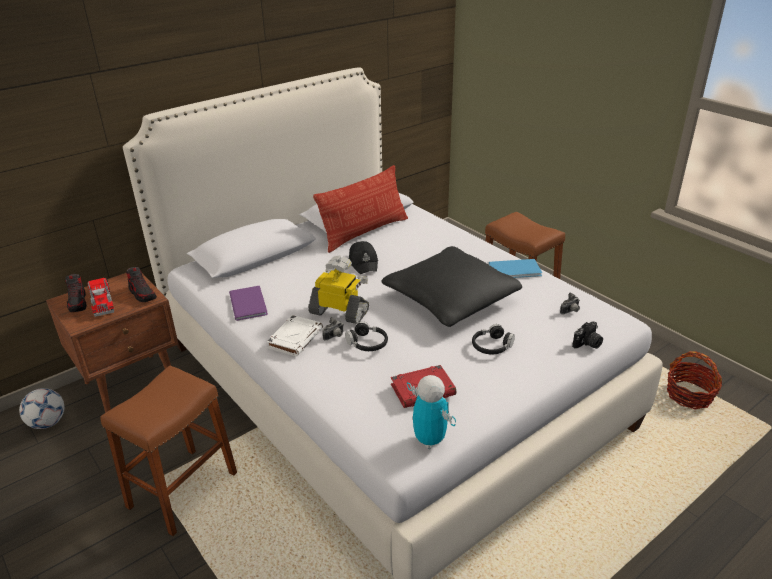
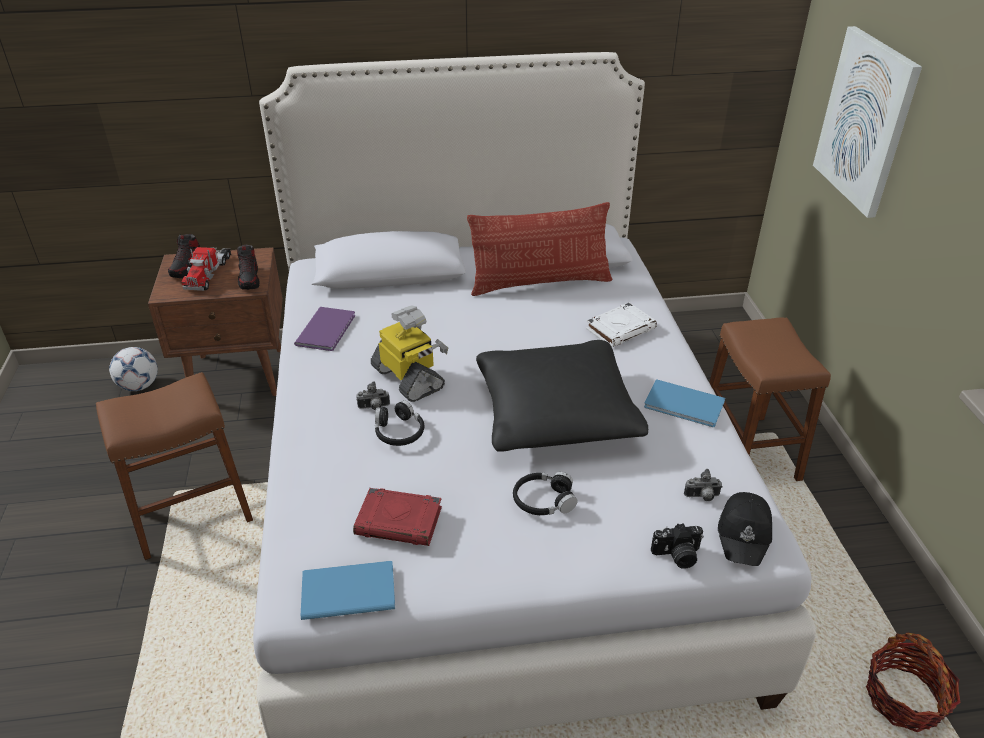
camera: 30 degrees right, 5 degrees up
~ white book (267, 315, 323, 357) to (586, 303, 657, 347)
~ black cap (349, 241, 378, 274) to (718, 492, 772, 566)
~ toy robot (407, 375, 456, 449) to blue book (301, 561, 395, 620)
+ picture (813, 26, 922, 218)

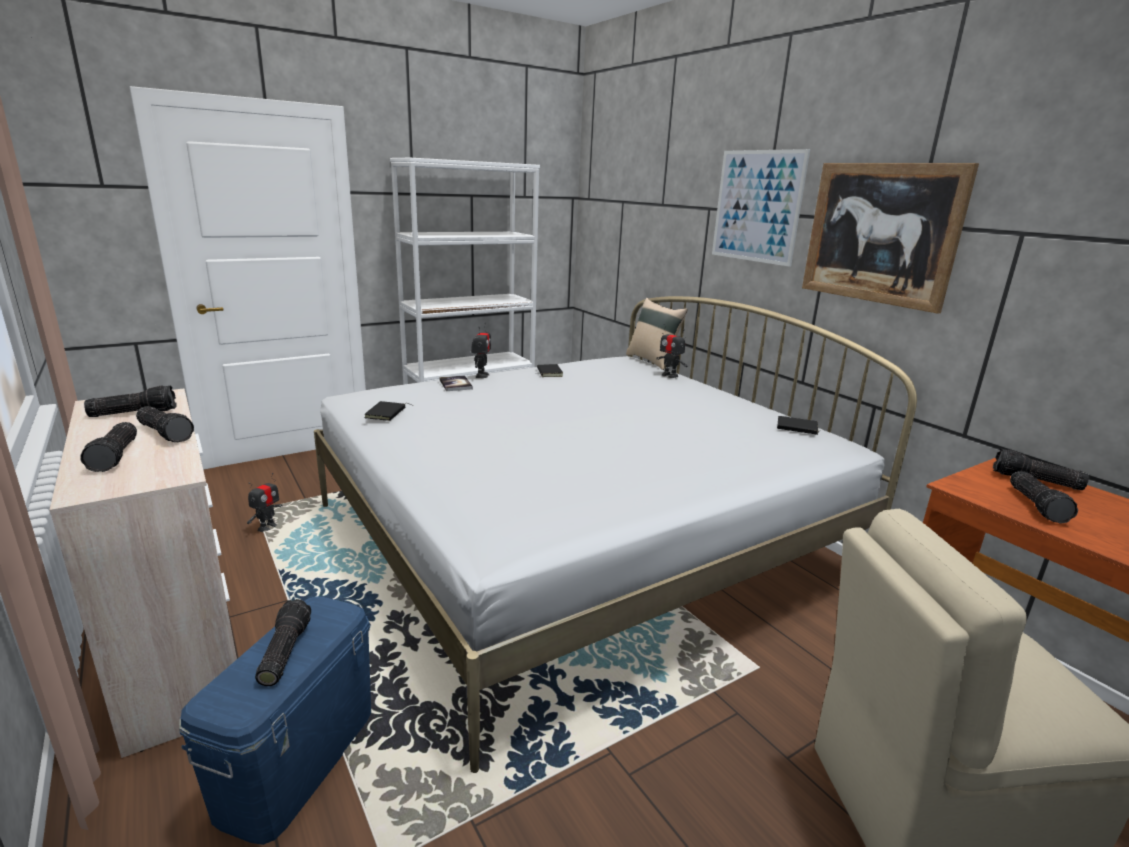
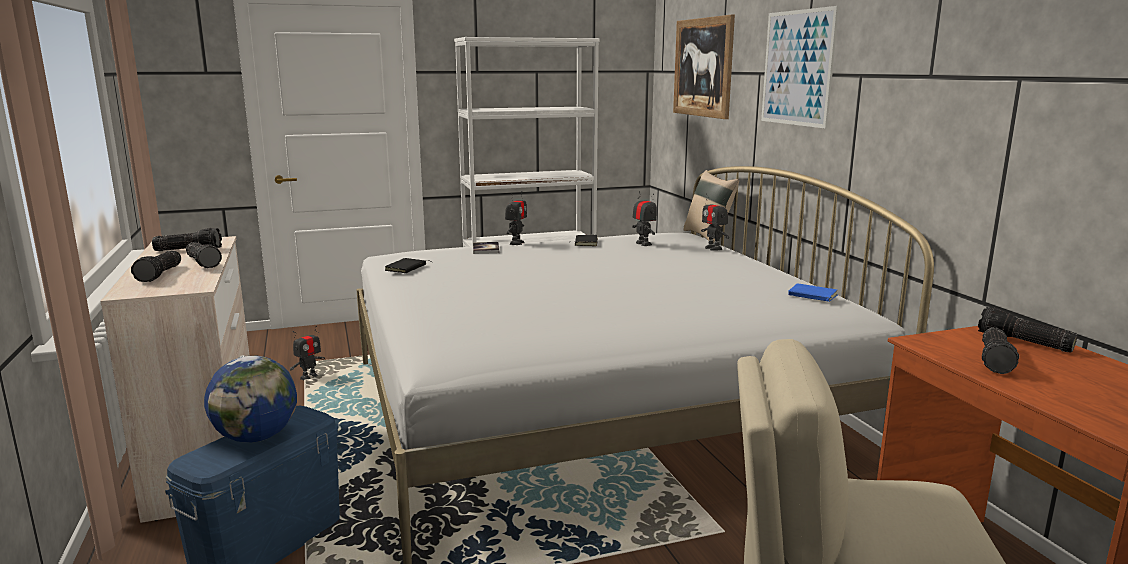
camera: 15 degrees right, 5 degrees down
~ flashlight (255, 599, 311, 686) to globe (204, 356, 297, 443)
~ black book (777, 416, 820, 435) to blue book (788, 284, 838, 302)
~ picture (802, 163, 979, 314) to (673, 15, 735, 119)
+ toy robot (632, 191, 657, 246)

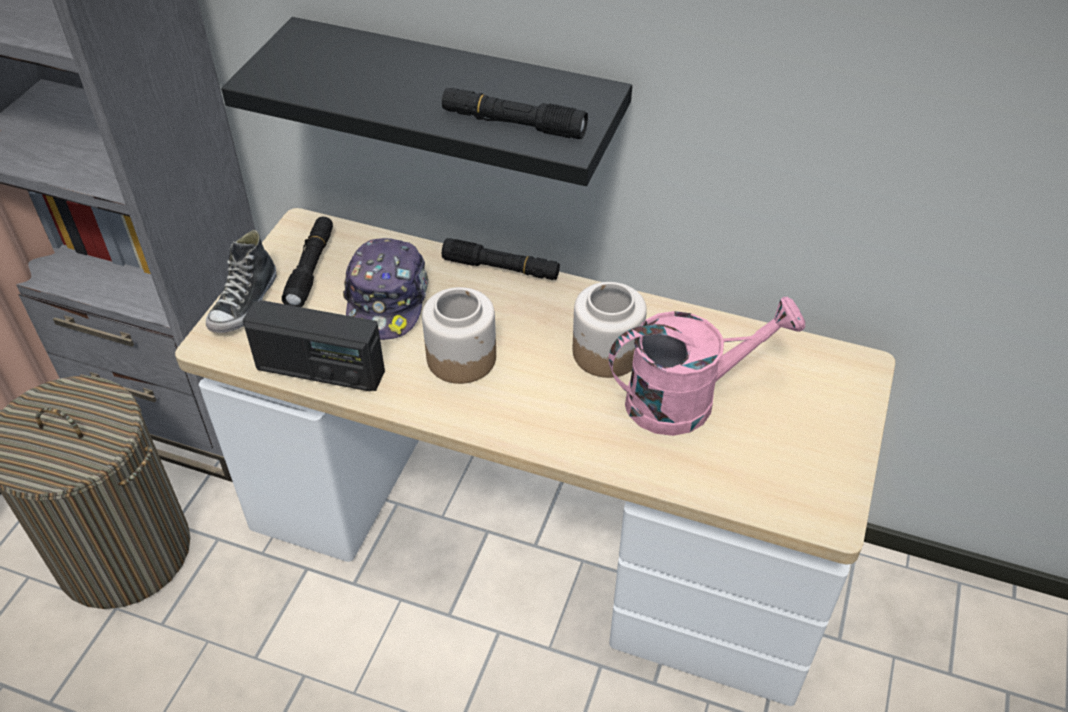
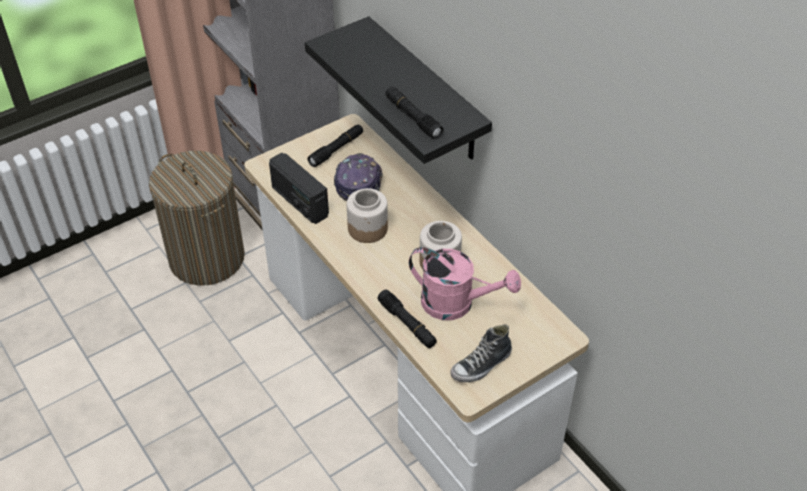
camera: 35 degrees right, 0 degrees up
~ shoe (206, 230, 276, 333) to (450, 324, 512, 382)
~ cap (343, 238, 428, 340) = (334, 153, 383, 201) 150 degrees clockwise
~ black flashlight (442, 238, 560, 280) to (378, 289, 437, 348)

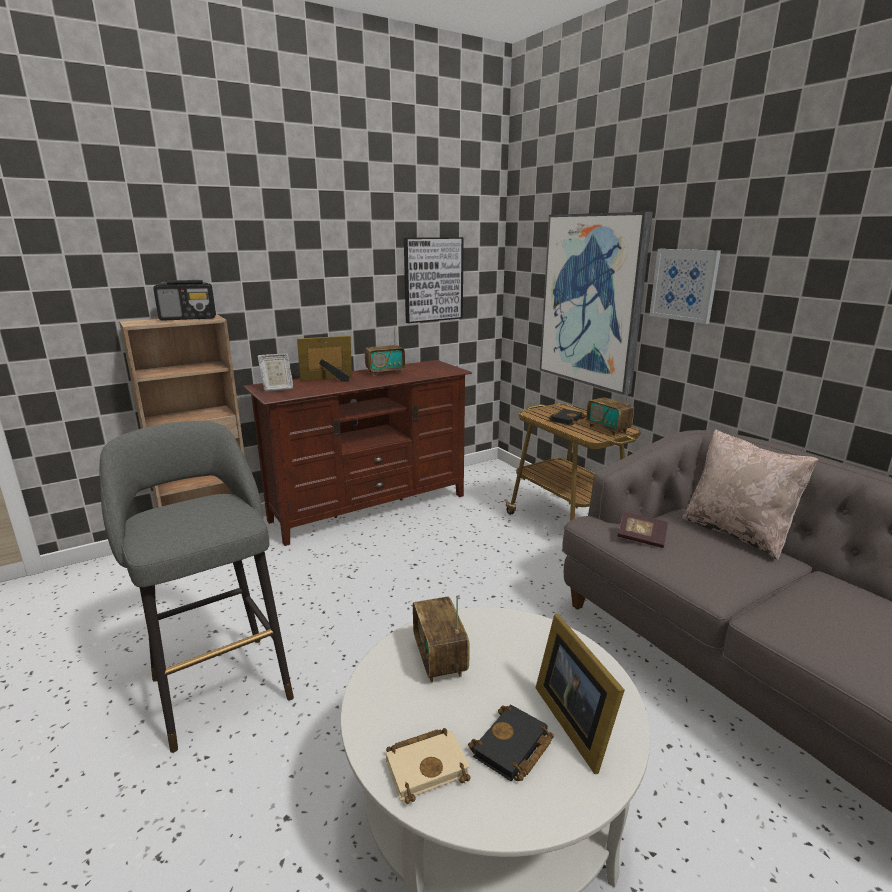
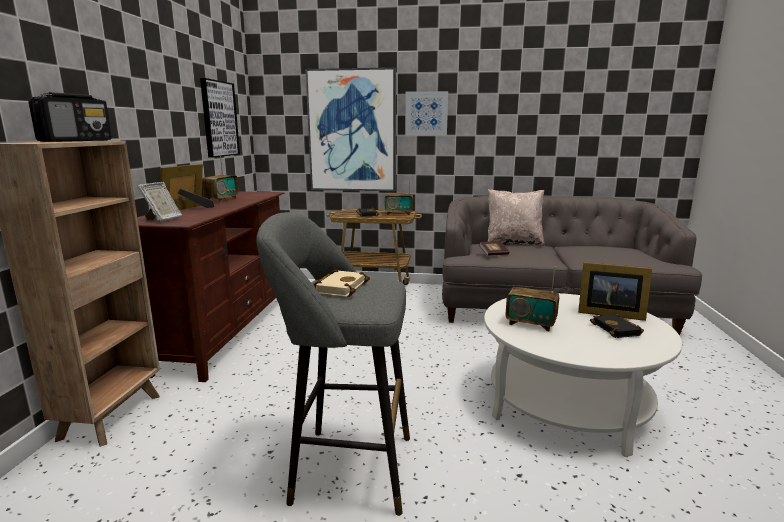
camera: 50 degrees left, 5 degrees down
~ beige book (386, 728, 470, 804) to (313, 269, 370, 297)

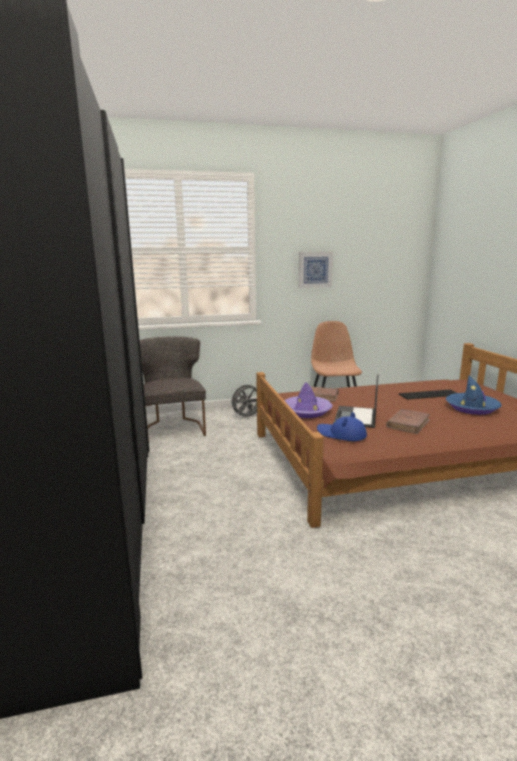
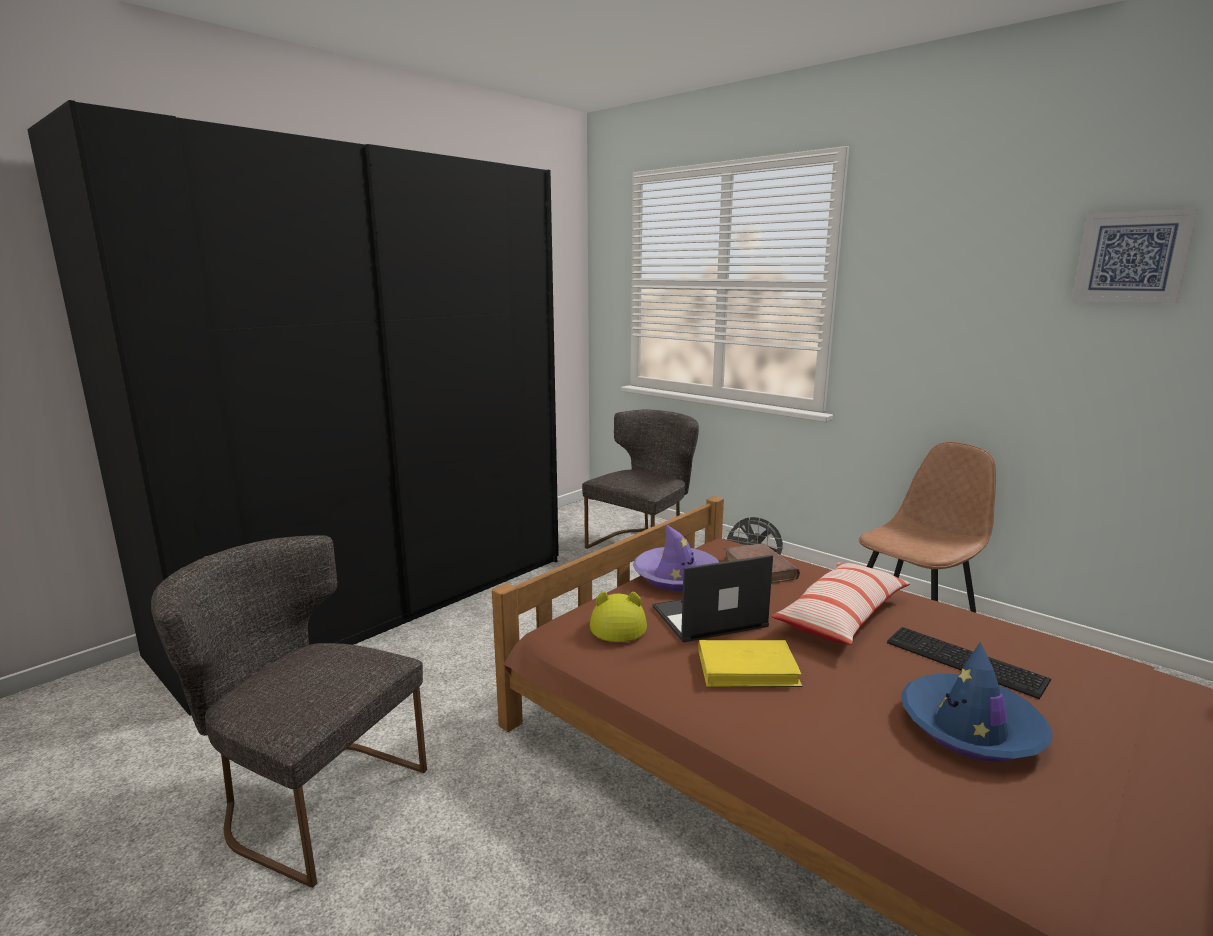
camera: 55 degrees right, 0 degrees up
~ picture (299, 252, 333, 288) to (1072, 208, 1198, 303)
~ blue hat (317, 412, 367, 441) to yellow hat (590, 591, 647, 642)
~ brown book (386, 409, 430, 434) to yellow book (699, 640, 803, 687)
+ grey chair (151, 535, 427, 888)
+ pillow (771, 562, 911, 645)

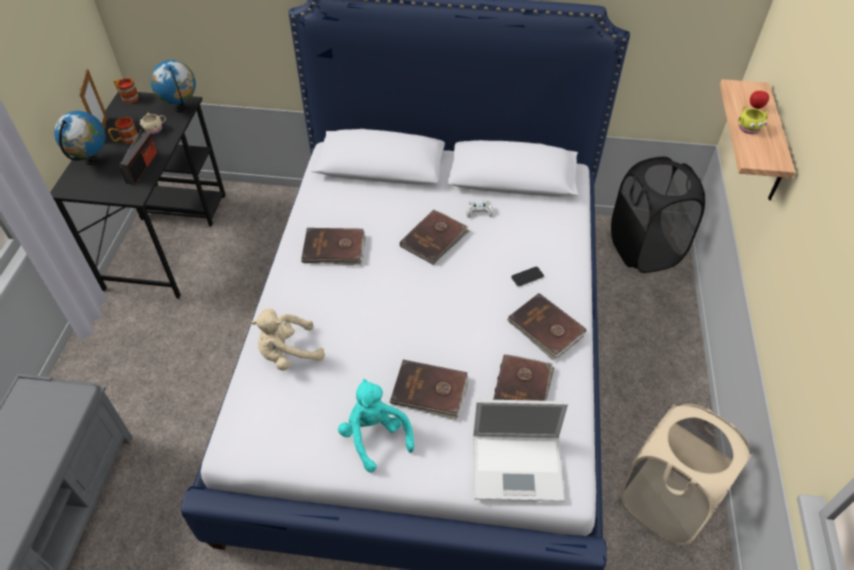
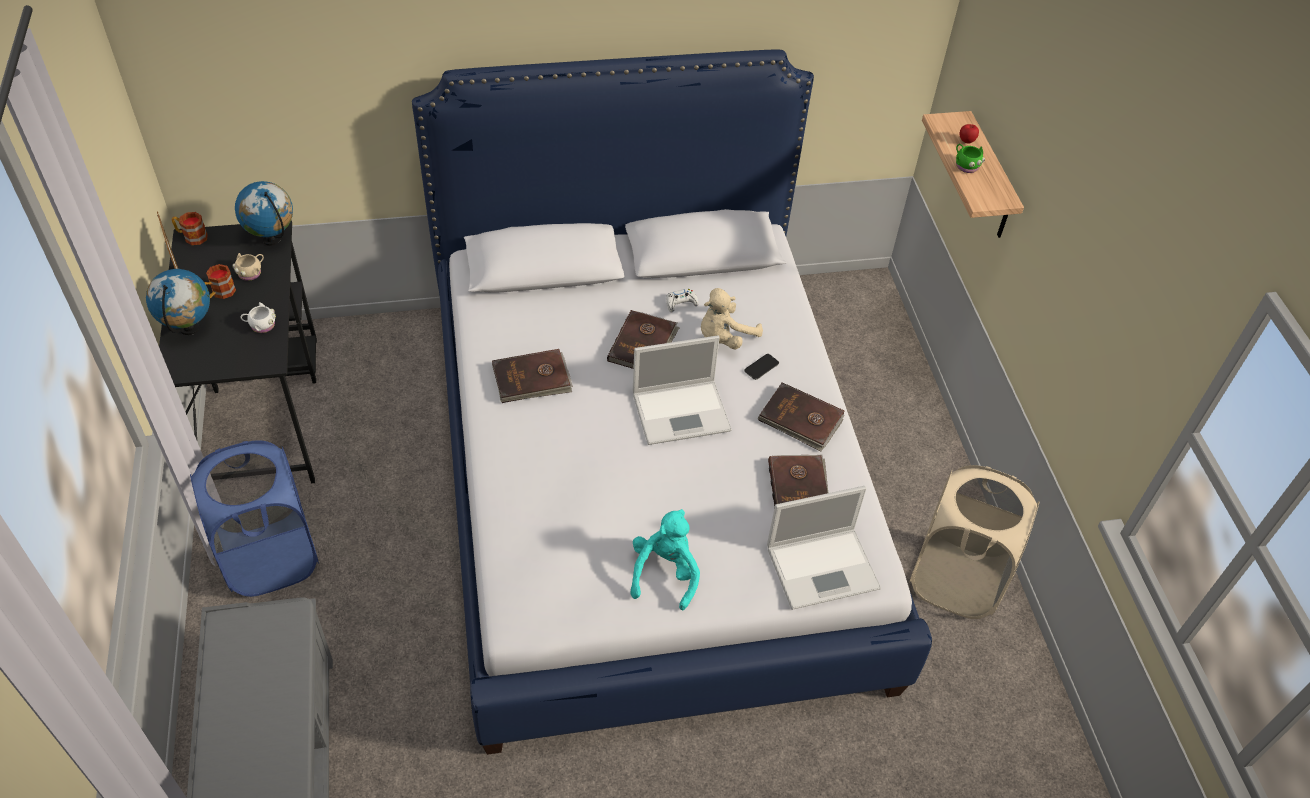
camera: 20 degrees left, 0 degrees up
~ radio (119, 129, 158, 185) to white mug (241, 302, 276, 333)
~ beige plush toy (251, 309, 325, 371) to (701, 288, 763, 350)
~ turquoise plush toy (338, 379, 414, 472) = (631, 509, 700, 610) 60 degrees clockwise
- brown book (389, 360, 469, 420)
- black laundry basket (611, 157, 705, 273)
~ yellow mug (738, 106, 768, 134) to green mug (956, 144, 985, 173)
+ blue laundry basket (190, 440, 319, 597)
+ laptop (633, 335, 732, 445)

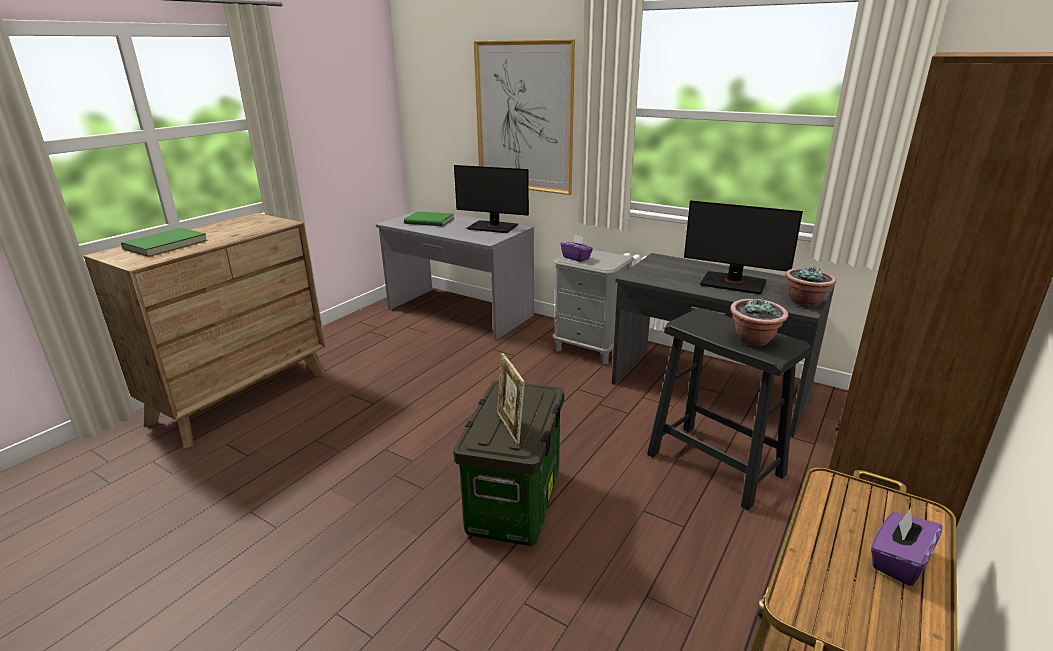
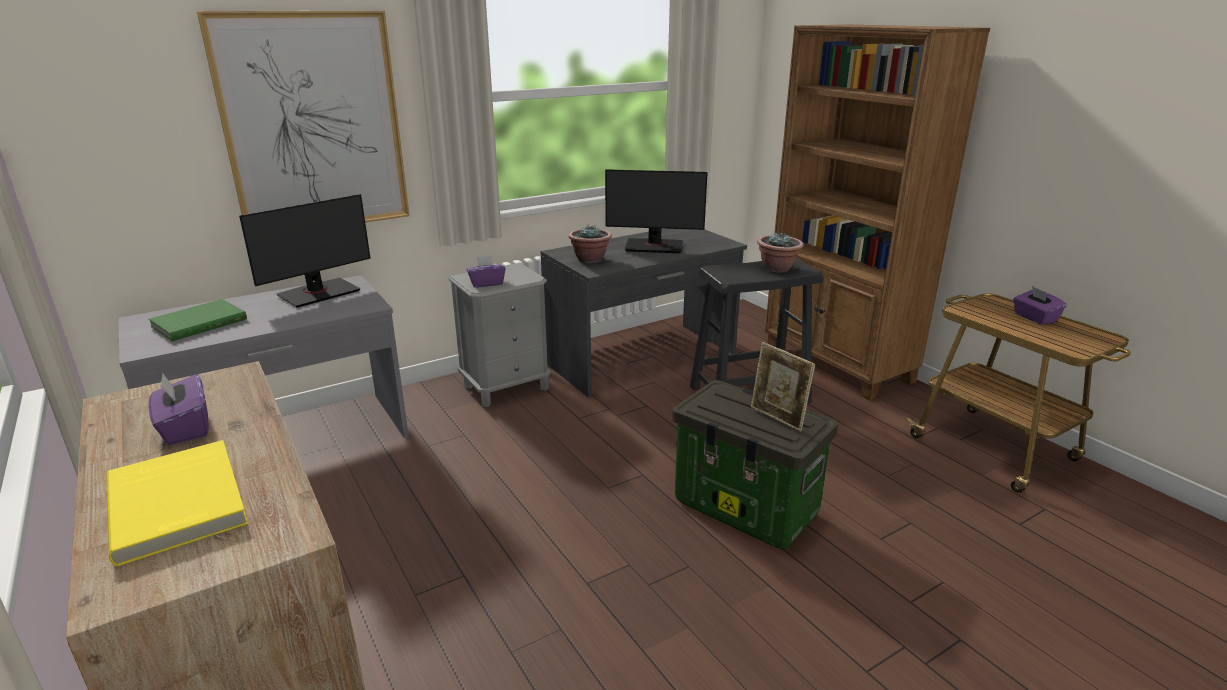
camera: 65 degrees left, 0 degrees up
~ green book (121, 228, 208, 257) to yellow book (106, 440, 248, 566)
~ picture frame (497, 353, 525, 445) = (751, 342, 815, 432) 45 degrees clockwise
~ monitor (684, 200, 803, 294) = (605, 169, 708, 253) 45 degrees clockwise
~ potted plant (785, 267, 836, 308) to (568, 224, 612, 264)
+ purple tissue box (149, 372, 209, 445)

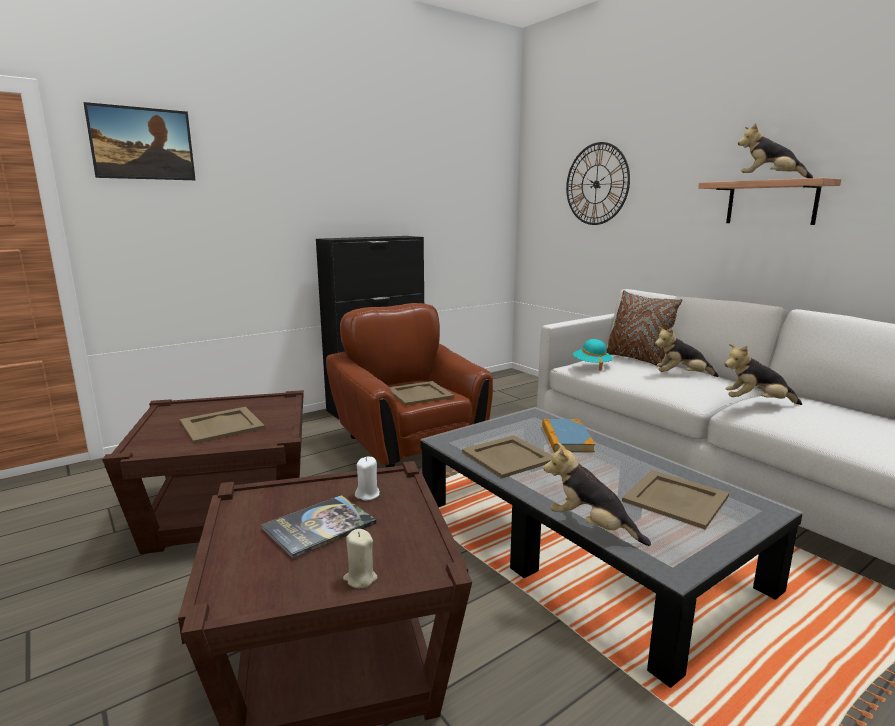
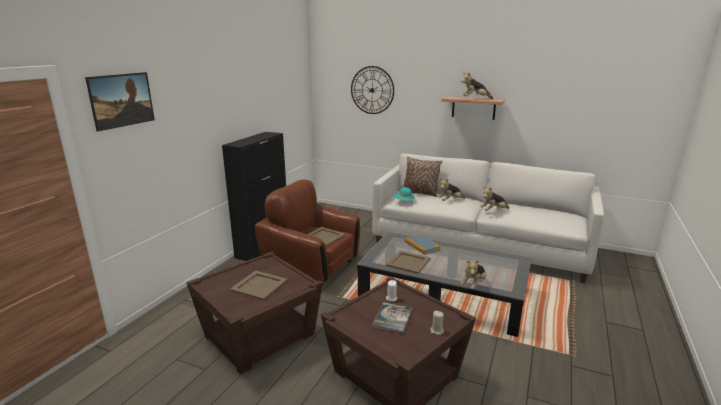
camera: 30 degrees left, 5 degrees up
~ plush toy (543, 442, 651, 546) = (460, 260, 487, 290) 60 degrees counterclockwise
- beige tray (622, 470, 729, 529)

